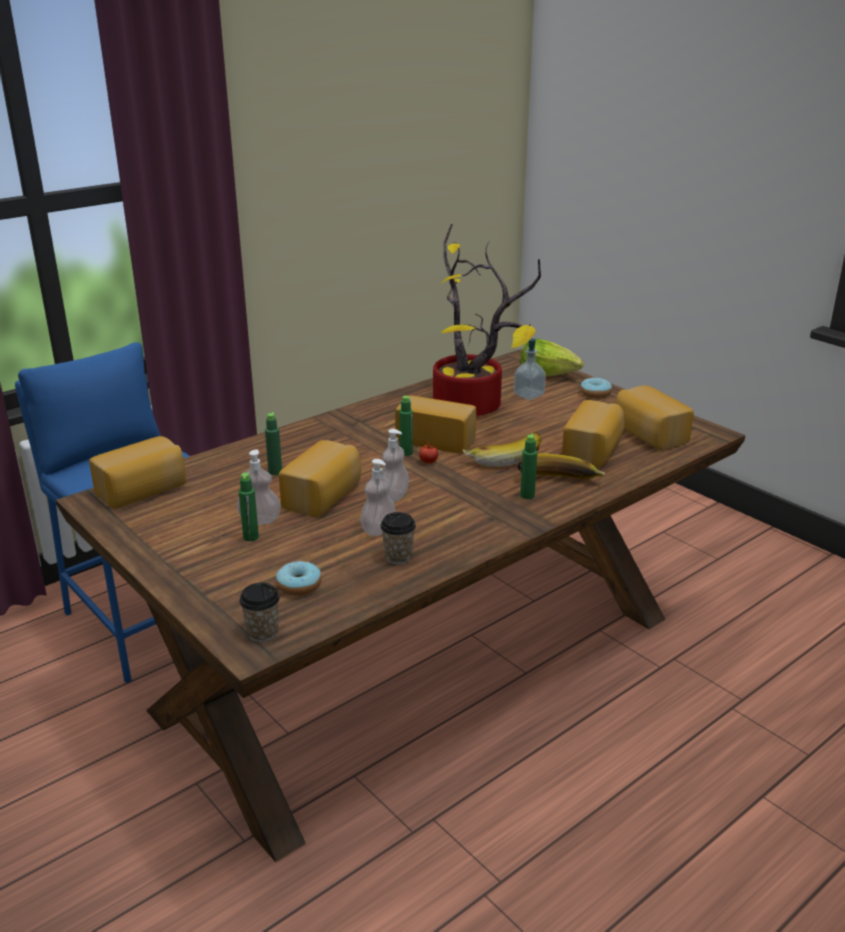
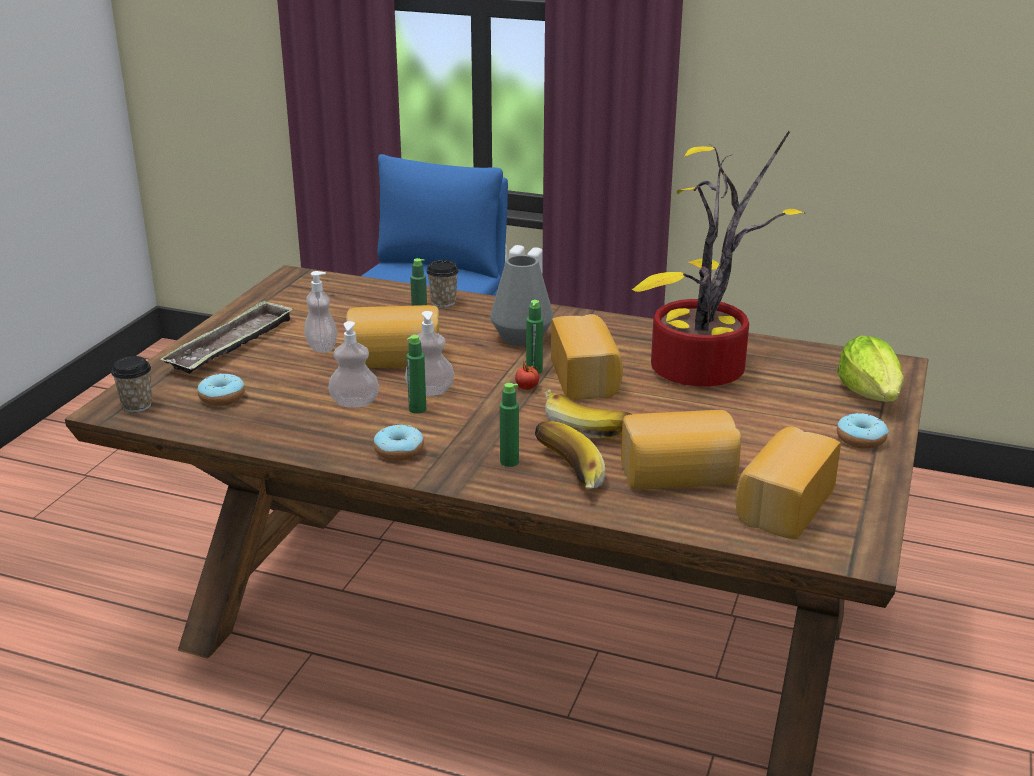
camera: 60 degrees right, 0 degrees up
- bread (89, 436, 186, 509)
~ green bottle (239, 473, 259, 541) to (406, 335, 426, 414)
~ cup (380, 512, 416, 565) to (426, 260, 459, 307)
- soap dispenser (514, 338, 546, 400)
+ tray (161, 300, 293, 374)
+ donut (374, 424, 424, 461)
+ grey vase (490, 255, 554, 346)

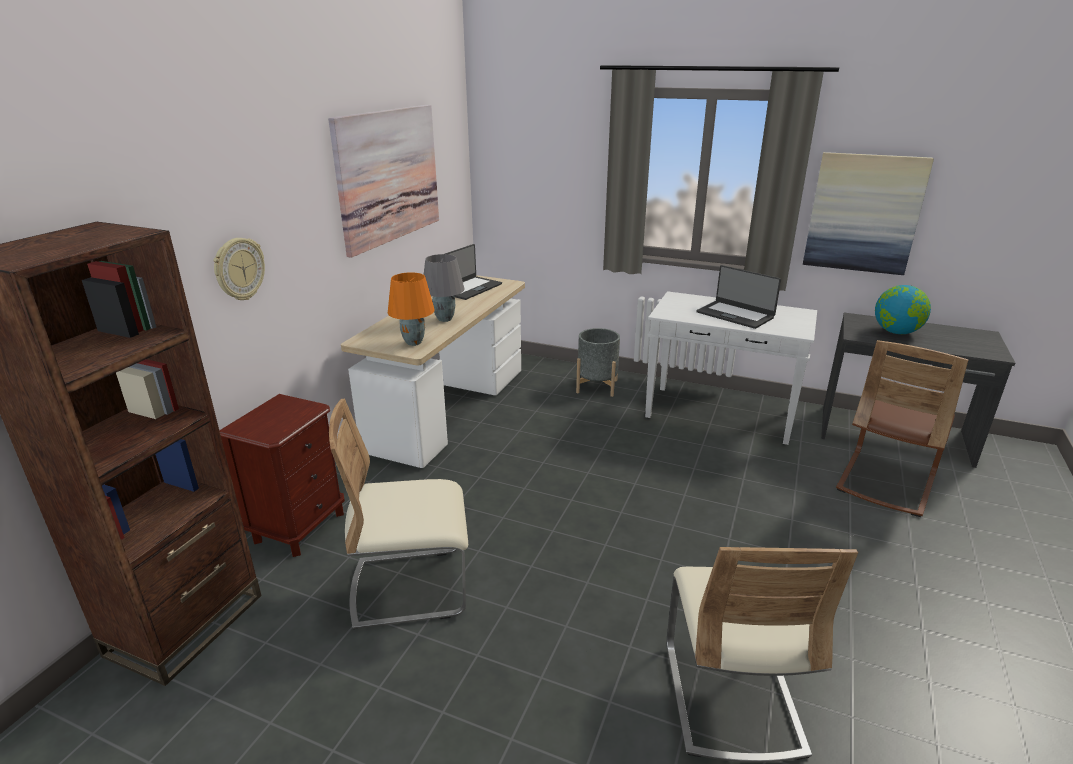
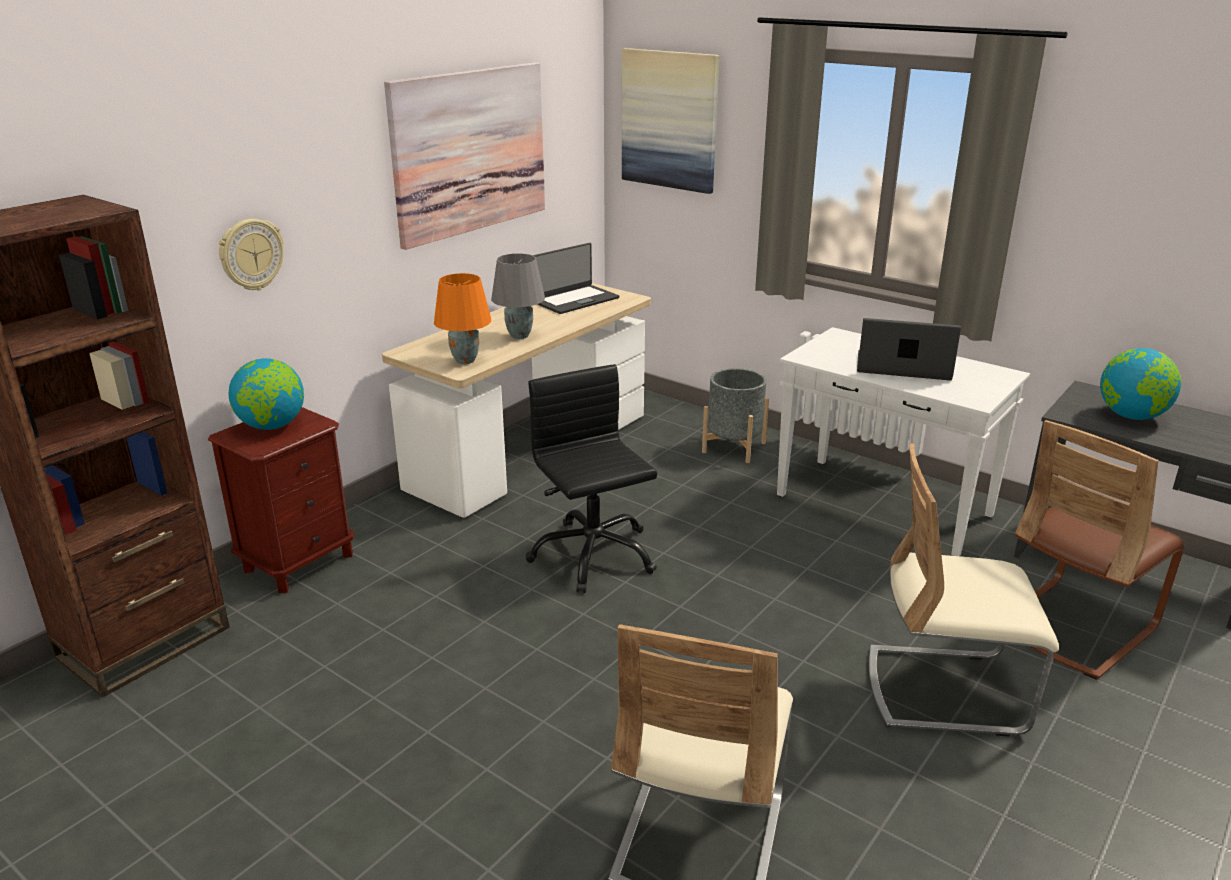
camera: 15 degrees right, 0 degrees up
~ beige chair (329, 399, 468, 629) to (869, 443, 1059, 736)
~ laptop (696, 265, 781, 329) = (857, 318, 961, 380) 135 degrees clockwise
~ picture (803, 152, 934, 275) to (622, 48, 719, 194)
+ globe (228, 358, 304, 430)
+ black office chair (526, 364, 657, 593)

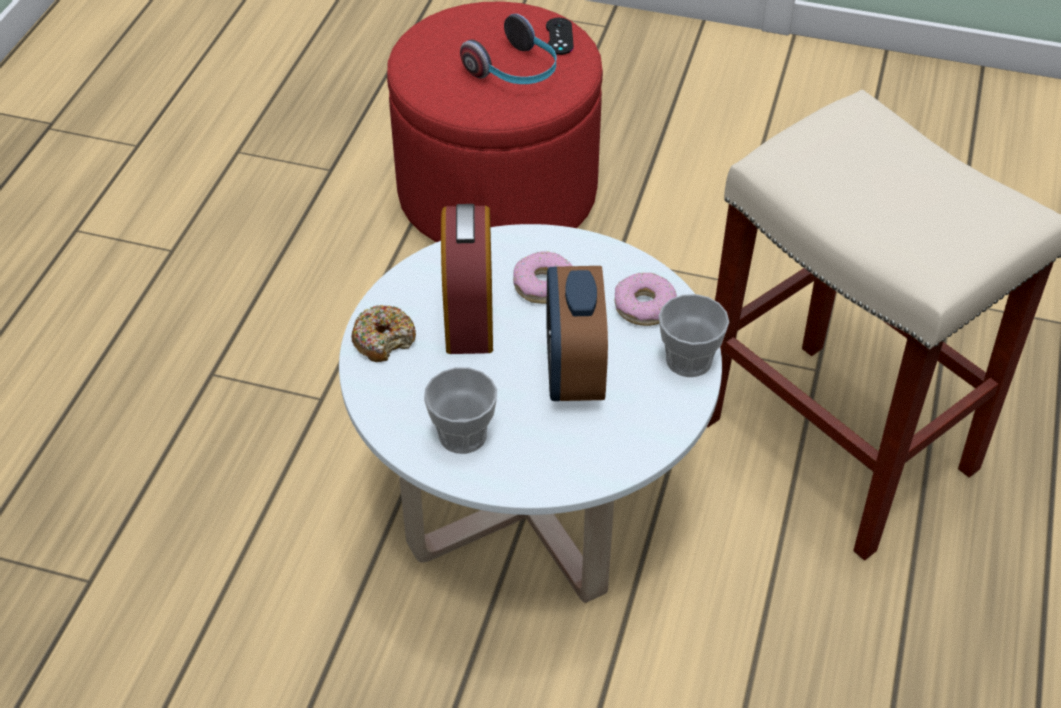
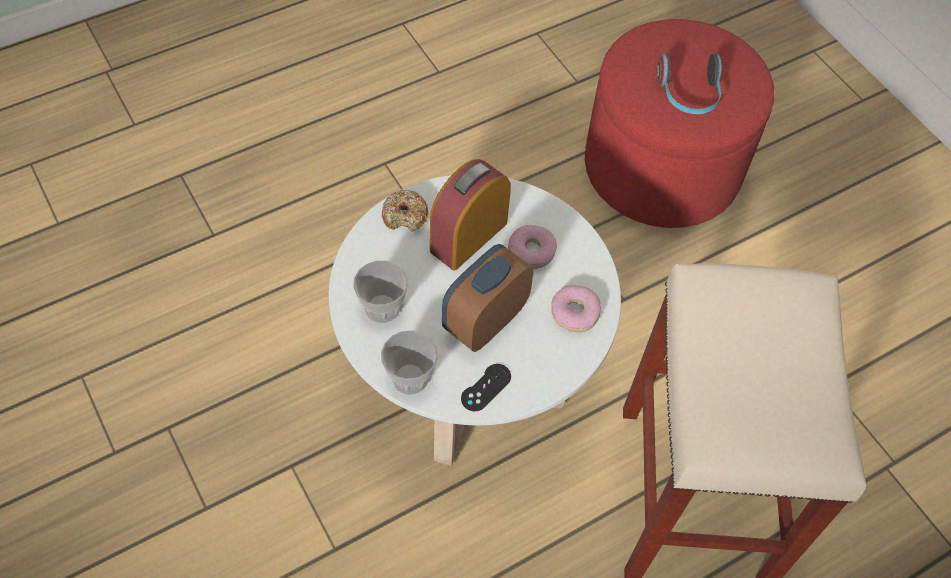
camera: 40 degrees right, 10 degrees up
~ black game controller (546, 18, 574, 55) to (461, 364, 511, 412)
~ cup (659, 294, 729, 377) to (381, 330, 438, 395)

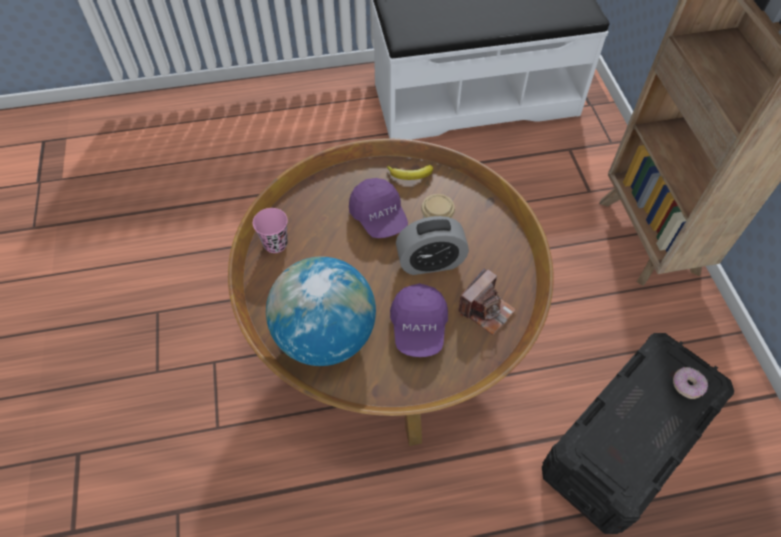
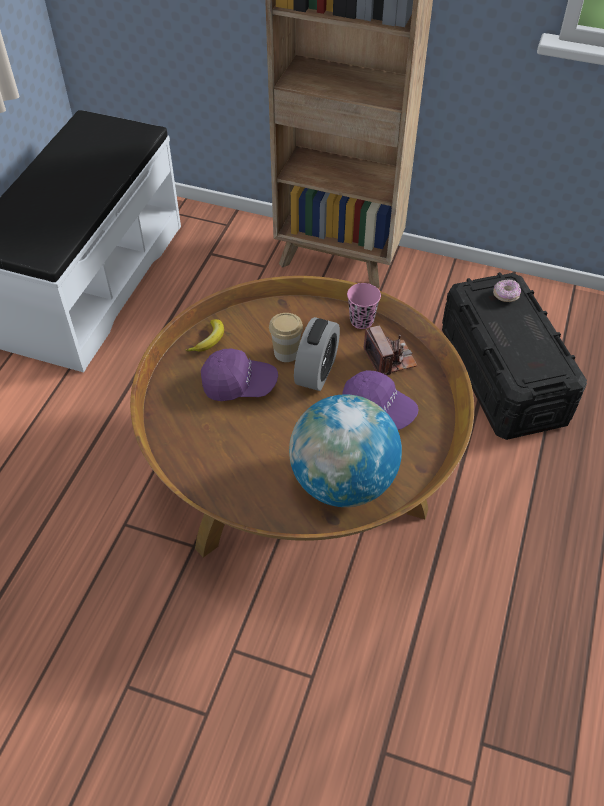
camera: 60 degrees left, 5 degrees down
~ pink cup (253, 208, 288, 253) to (347, 283, 381, 329)

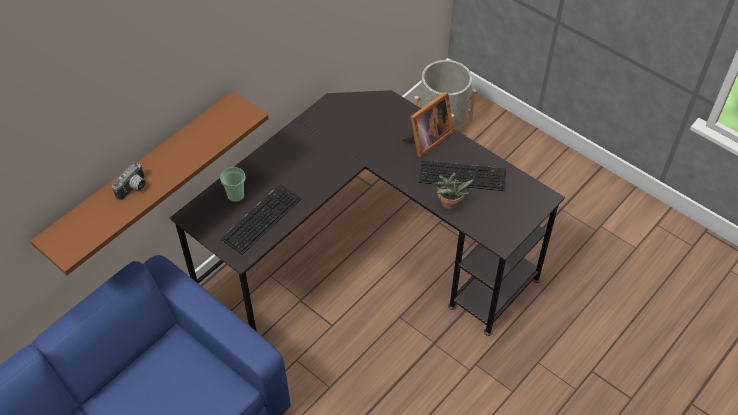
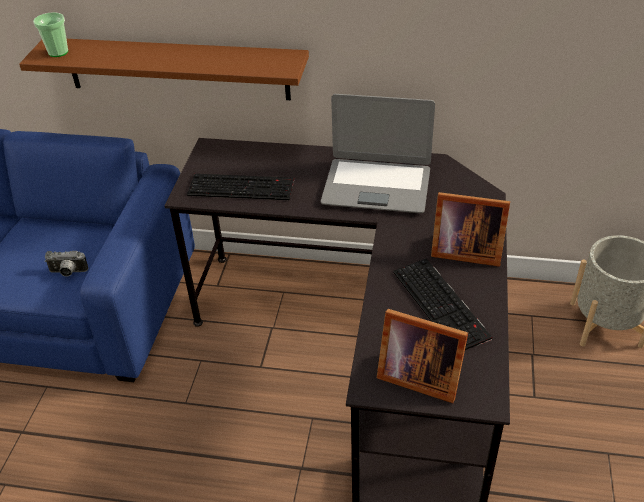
camera: 60 degrees right, 10 degrees down
~ photo camera (112, 163, 146, 201) to (45, 251, 88, 277)
~ cup (220, 167, 246, 202) to (33, 12, 68, 57)
- potted plant (435, 173, 474, 210)
+ laptop (321, 94, 435, 213)
+ picture frame (377, 309, 468, 403)

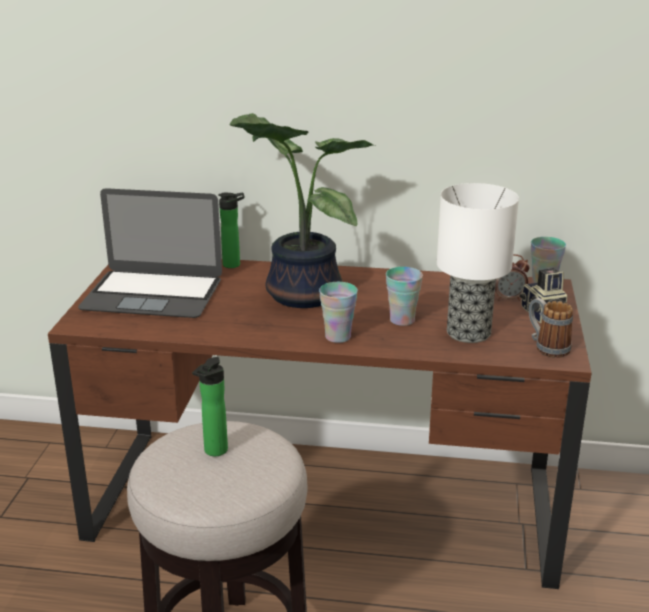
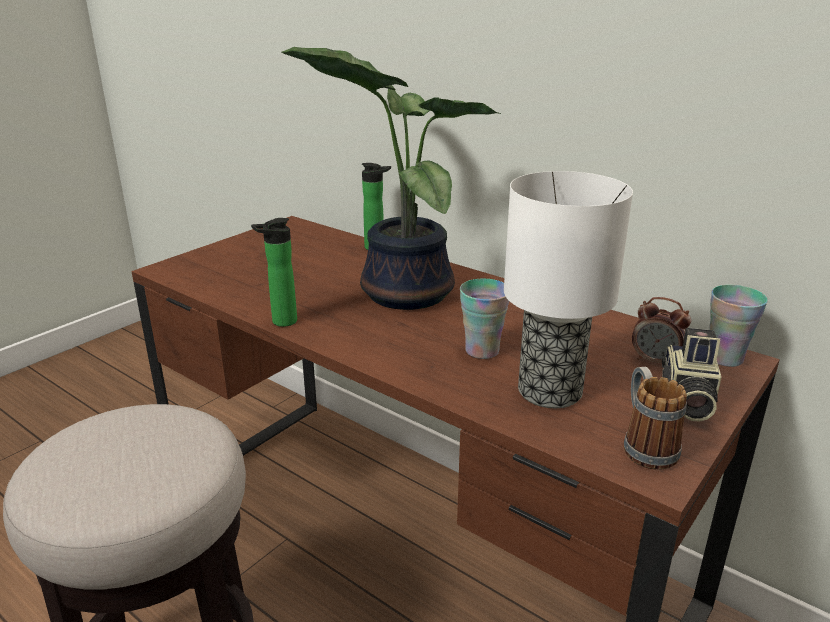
camera: 30 degrees right, 0 degrees up
- laptop (78, 188, 222, 318)
~ bottle (192, 357, 228, 456) to (251, 218, 297, 327)
- cup (319, 282, 358, 343)

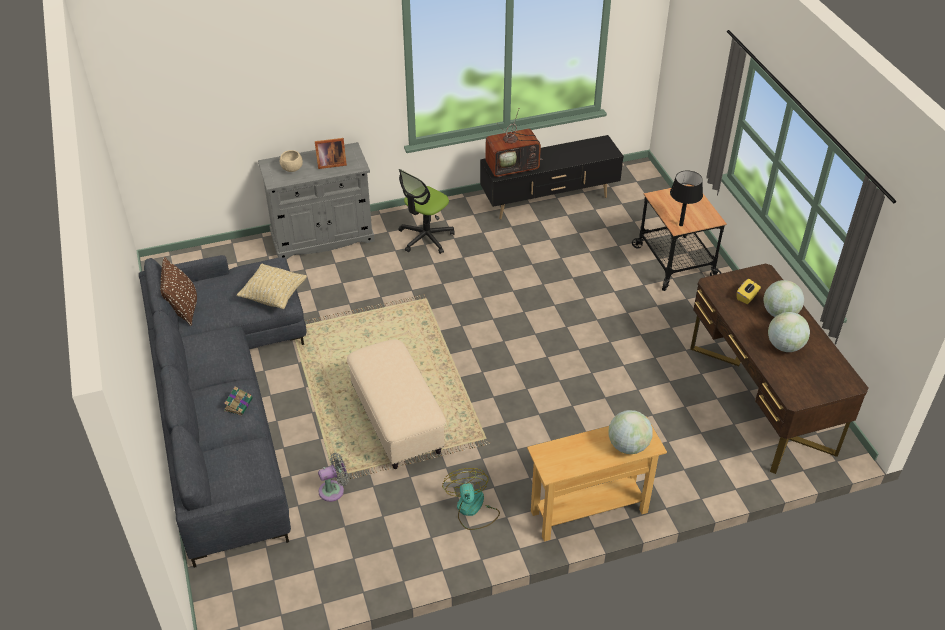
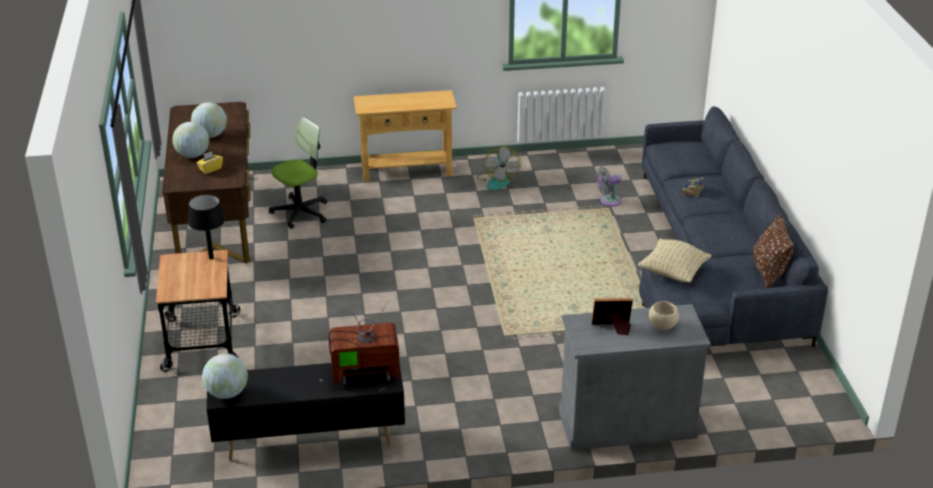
camera: 170 degrees left, 10 degrees down
- beige ottoman (347, 339, 446, 469)
~ office chair (398, 169, 455, 254) to (269, 117, 327, 229)
~ globe (608, 410, 653, 454) to (202, 354, 248, 399)

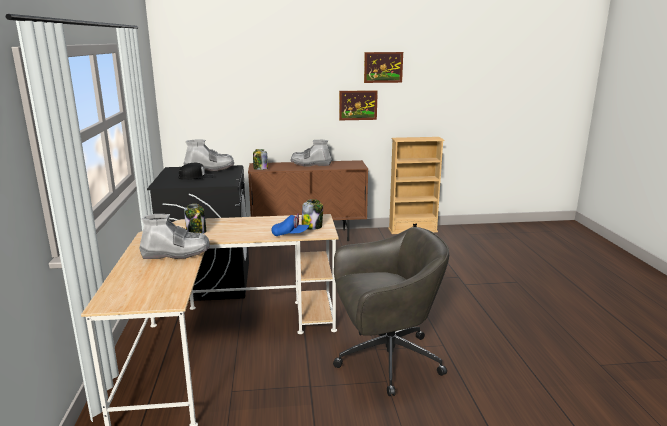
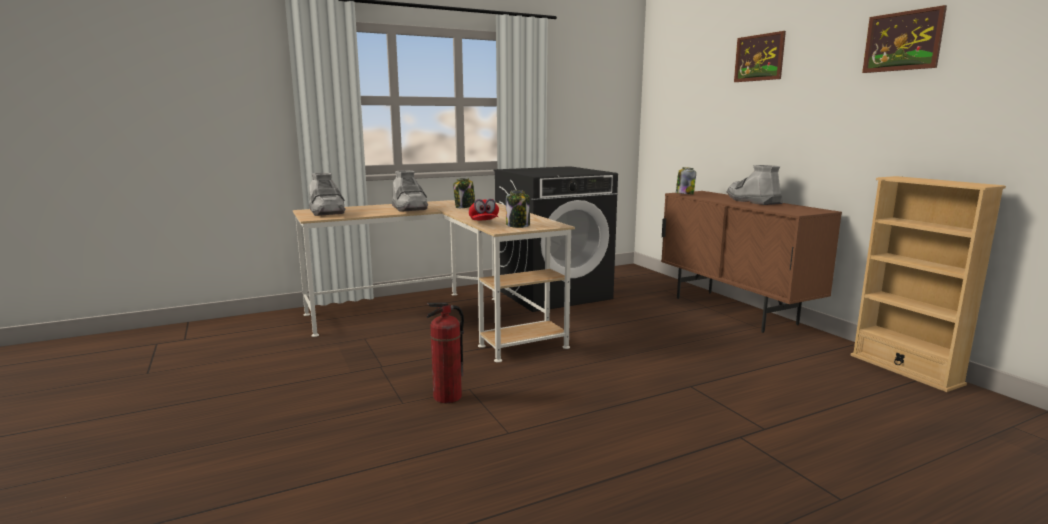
camera: 70 degrees right, 5 degrees down
- black cap (178, 163, 214, 180)
~ grey boot (184, 140, 234, 171) to (309, 173, 346, 216)
~ blue cap (272, 213, 309, 236) to red cap (469, 199, 499, 220)
~ grey office chair (333, 227, 449, 396) to fire extinguisher (426, 302, 464, 403)
~ picture (339, 90, 378, 120) to (734, 31, 786, 82)

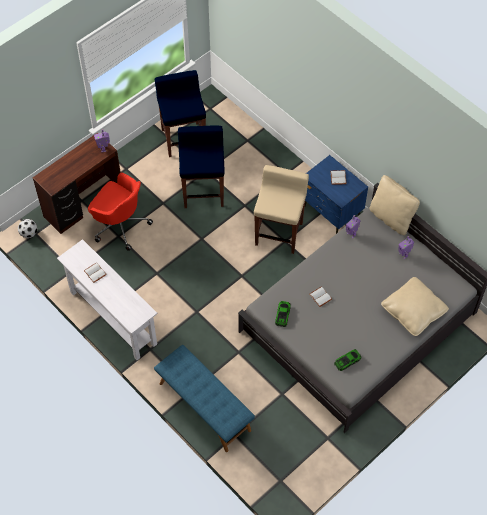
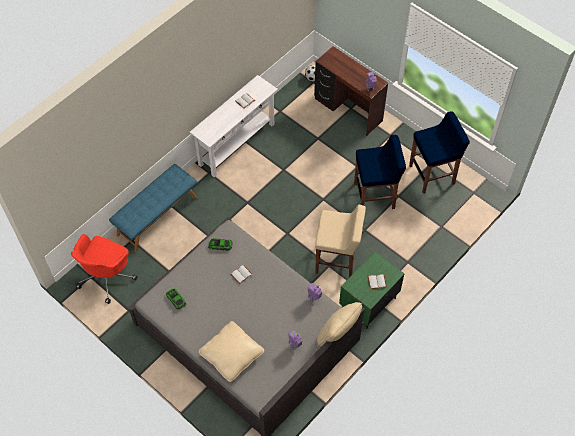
camera: 85 degrees right, 0 degrees up
~ red office chair (88, 172, 153, 251) to (71, 234, 138, 304)
~ blue nightstand (305, 155, 368, 234) to green nightstand (339, 252, 404, 329)

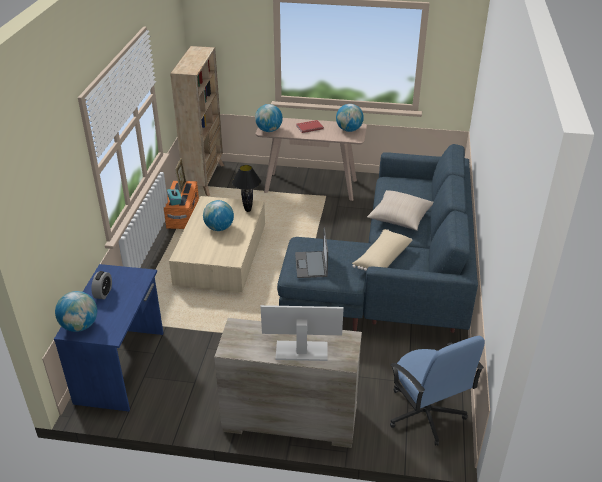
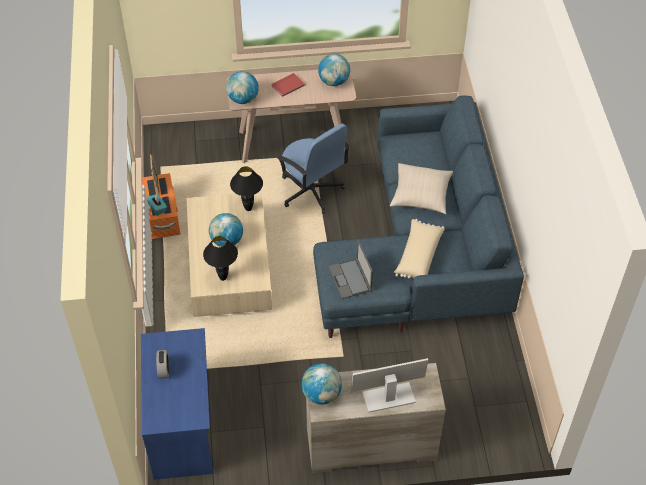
camera: 15 degrees left, 15 degrees up
~ globe (55, 291, 97, 332) to (301, 363, 342, 405)
- beige bookcase (170, 46, 224, 196)
~ blue office chair (390, 336, 485, 446) to (277, 123, 350, 214)
+ black table lamp (203, 236, 238, 281)

